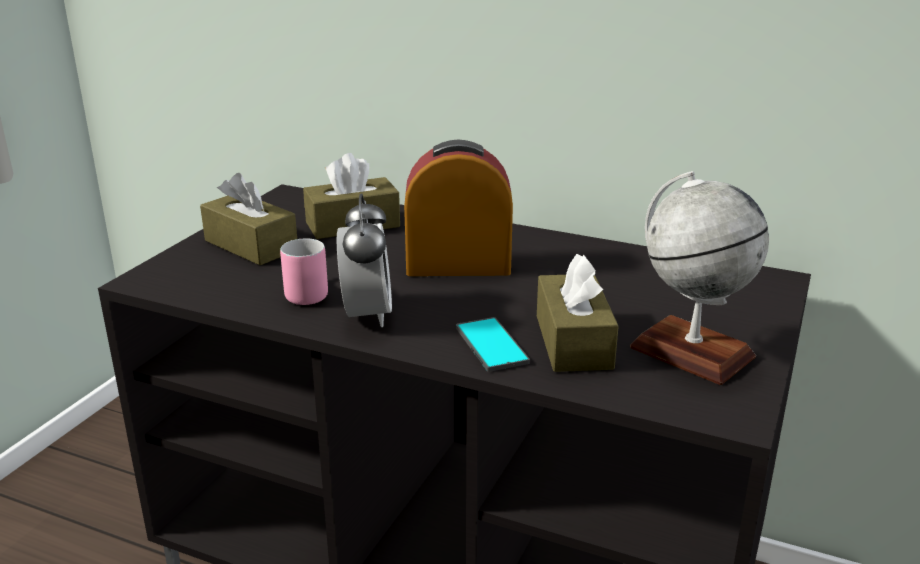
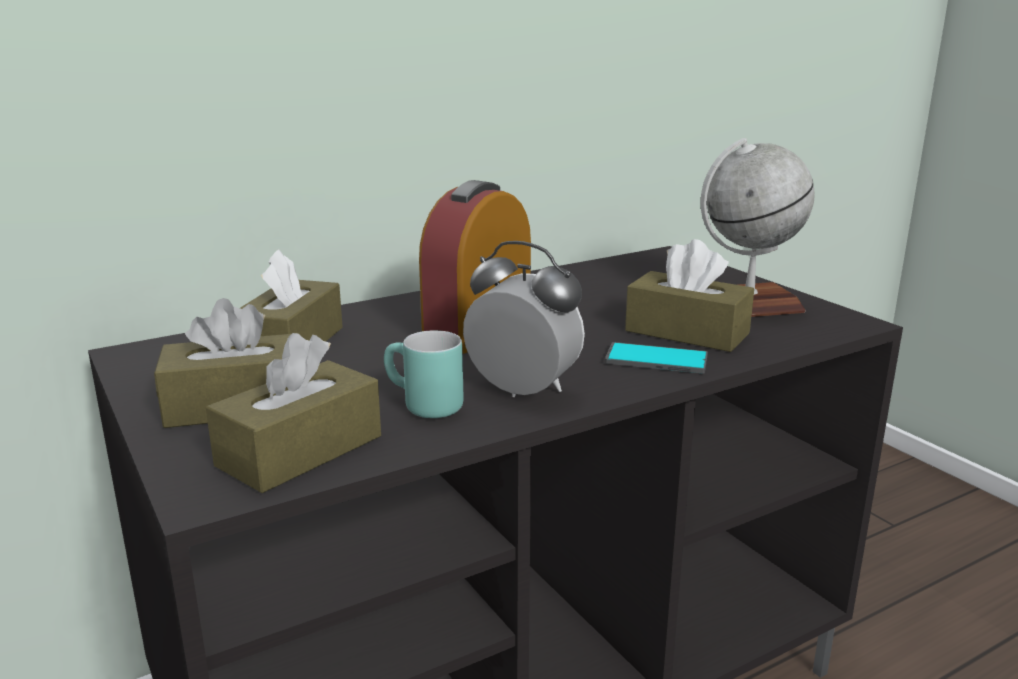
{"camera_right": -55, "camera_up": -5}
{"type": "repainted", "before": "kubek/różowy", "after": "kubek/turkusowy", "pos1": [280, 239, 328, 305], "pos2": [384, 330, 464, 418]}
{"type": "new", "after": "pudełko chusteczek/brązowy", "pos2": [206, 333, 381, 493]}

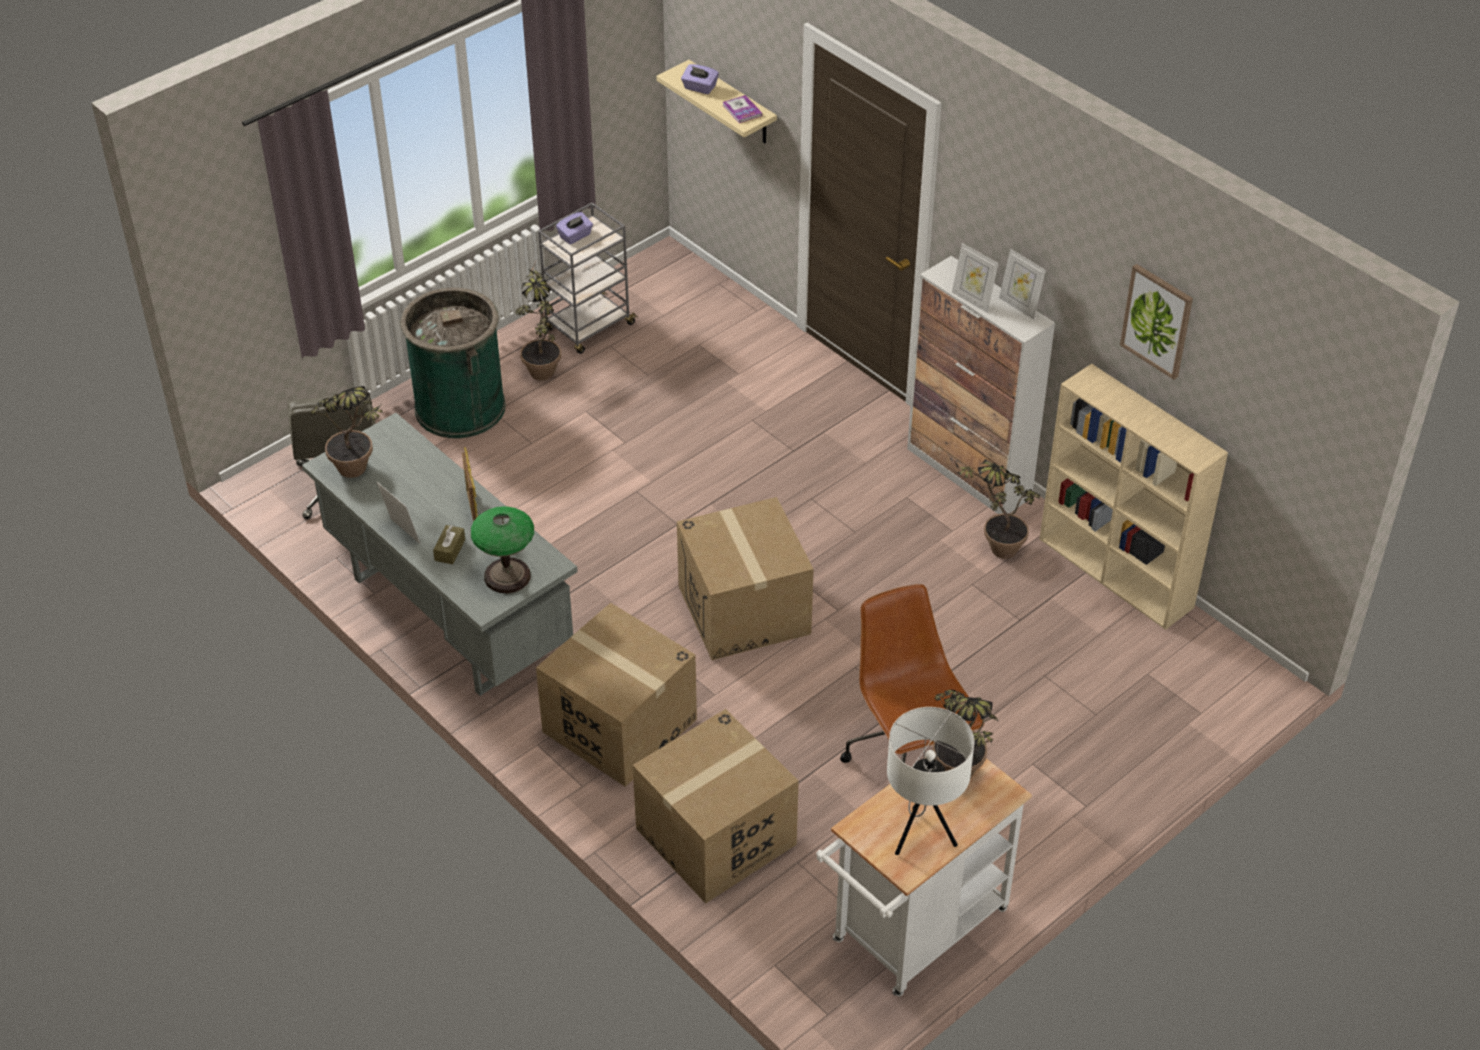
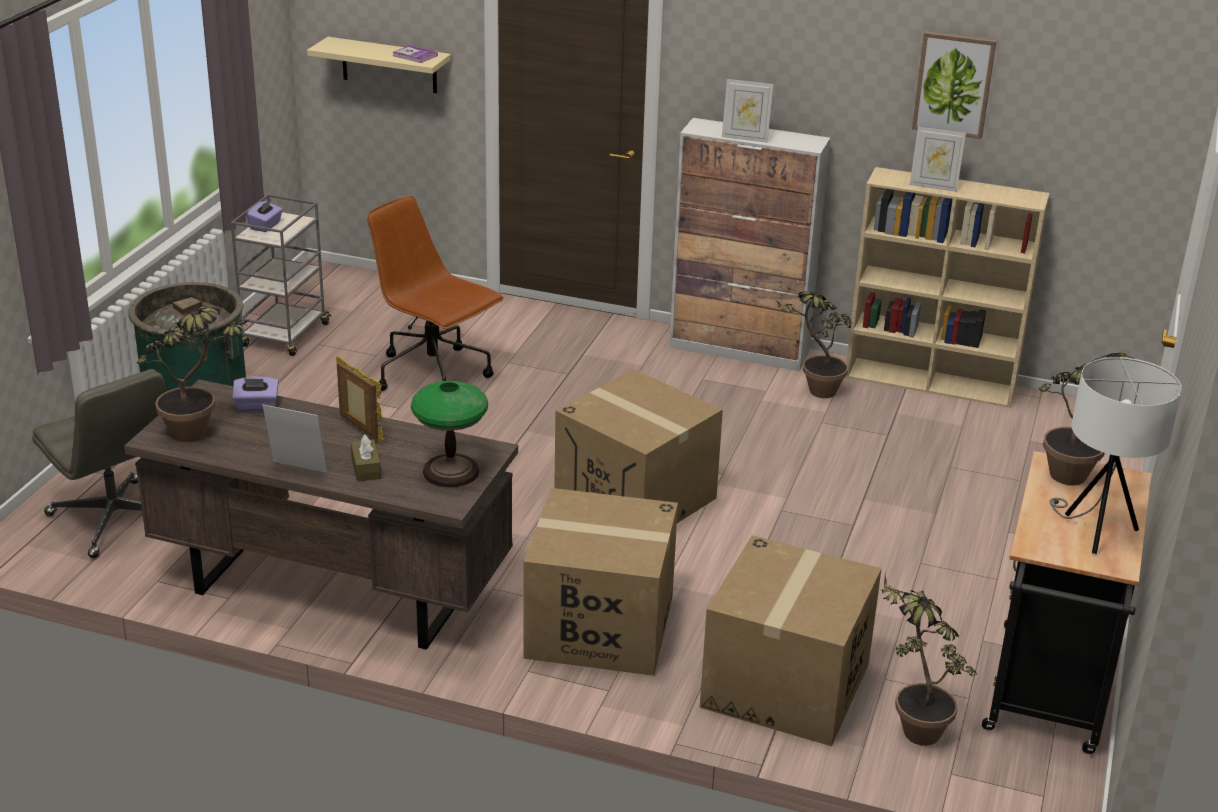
{"camera_right": -30, "camera_up": -15}
{"type": "repainted", "before": "biurko/szary", "after": "biurko/brązowy", "pos1": [302, 413, 578, 696], "pos2": [124, 380, 518, 650]}
{"type": "shifted", "before": "roślina doniczkowa", "pos1": [515, 262, 561, 381], "pos2": [881, 572, 977, 746]}
{"type": "shifted", "before": "pudełko chusteczek/fioletowy", "pos1": [681, 64, 719, 94], "pos2": [232, 377, 279, 411]}
{"type": "repainted", "before": "wózek/biały", "after": "wózek/czarny", "pos1": [816, 757, 1032, 997], "pos2": [982, 451, 1151, 754]}
{"type": "shifted", "before": "krzesło biurowe/brązowy", "pos1": [840, 584, 984, 763], "pos2": [367, 196, 504, 391]}
{"type": "shifted", "before": "ramka na zdjęcie", "pos1": [999, 249, 1046, 320], "pos2": [910, 126, 966, 192]}

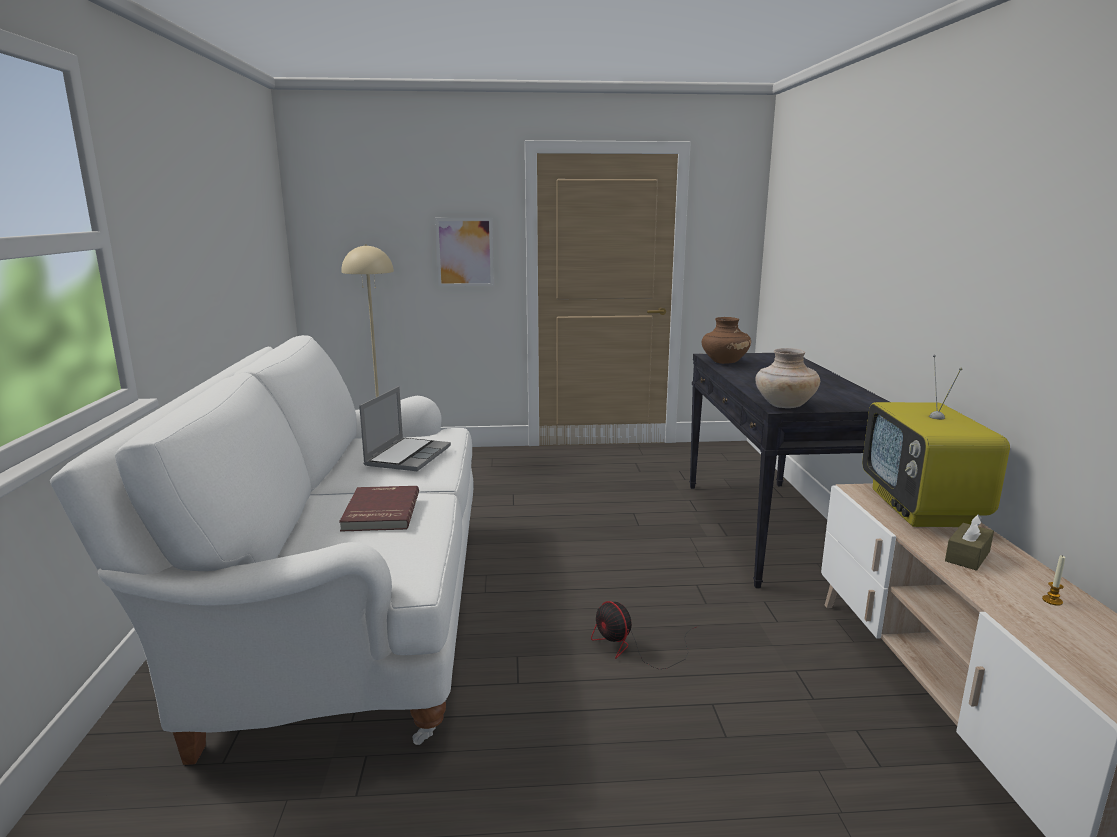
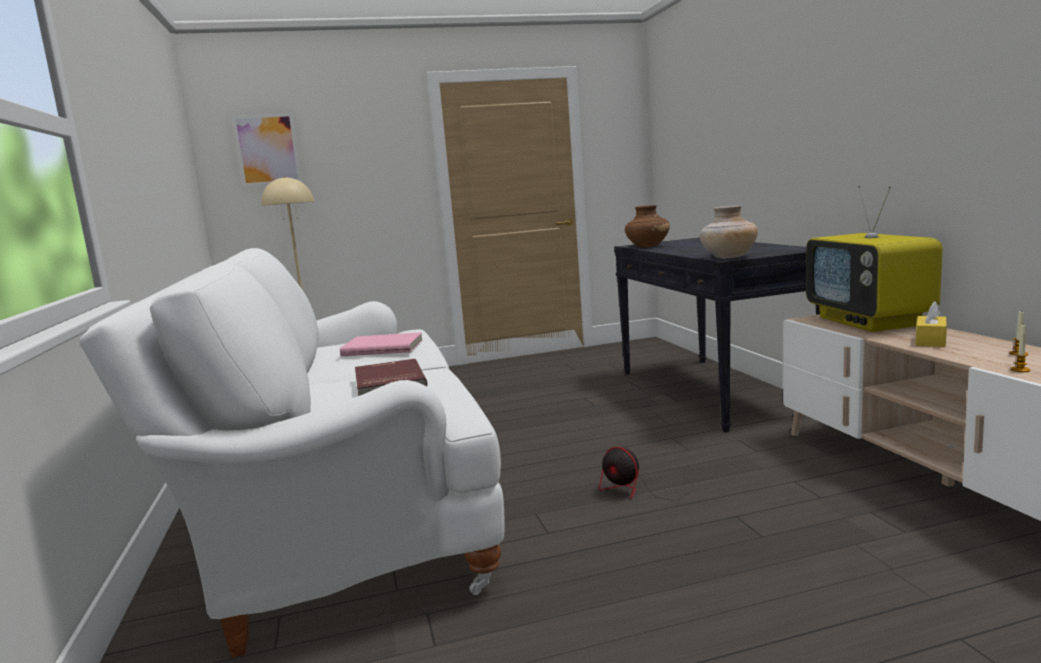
{"camera_right": -10, "camera_up": -5}
{"type": "swapped", "before": "laptop", "after": "książka/różowy", "pos1": [359, 386, 451, 471], "pos2": [340, 332, 423, 356]}
{"type": "shifted", "before": "obraz", "pos1": [435, 218, 494, 287], "pos2": [232, 113, 302, 187]}
{"type": "repainted", "before": "pudełko chusteczek/brązowy", "after": "pudełko chusteczek/żółty", "pos1": [945, 515, 994, 571], "pos2": [916, 301, 947, 347]}
{"type": "new", "after": "świeca", "pos2": [1011, 324, 1030, 372]}

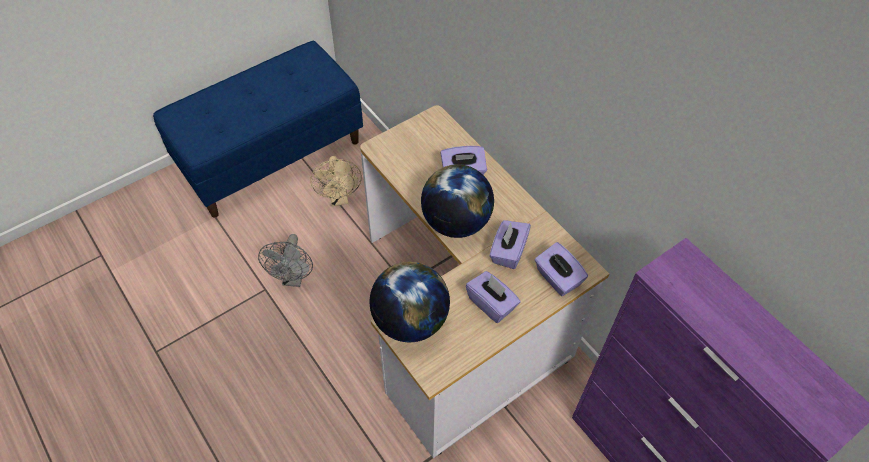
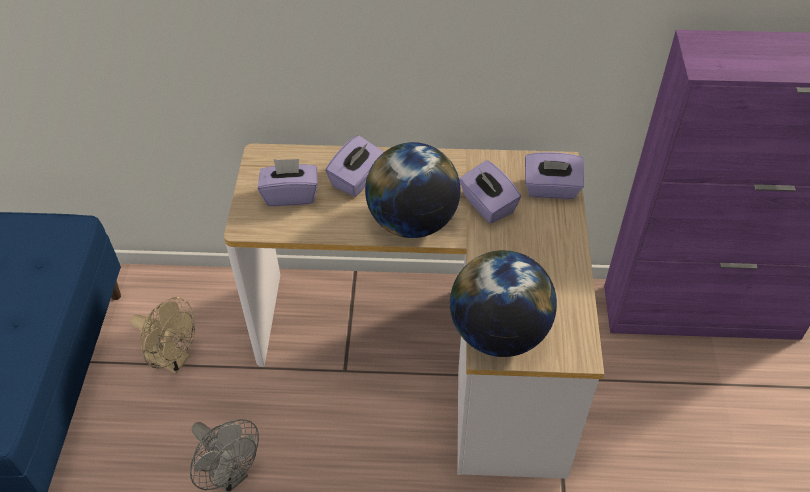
{"camera_right": -50, "camera_up": -5}
{"type": "shifted", "before": "pudełko chusteczek/fioletowy", "pos1": [466, 271, 521, 323], "pos2": [258, 159, 318, 206]}

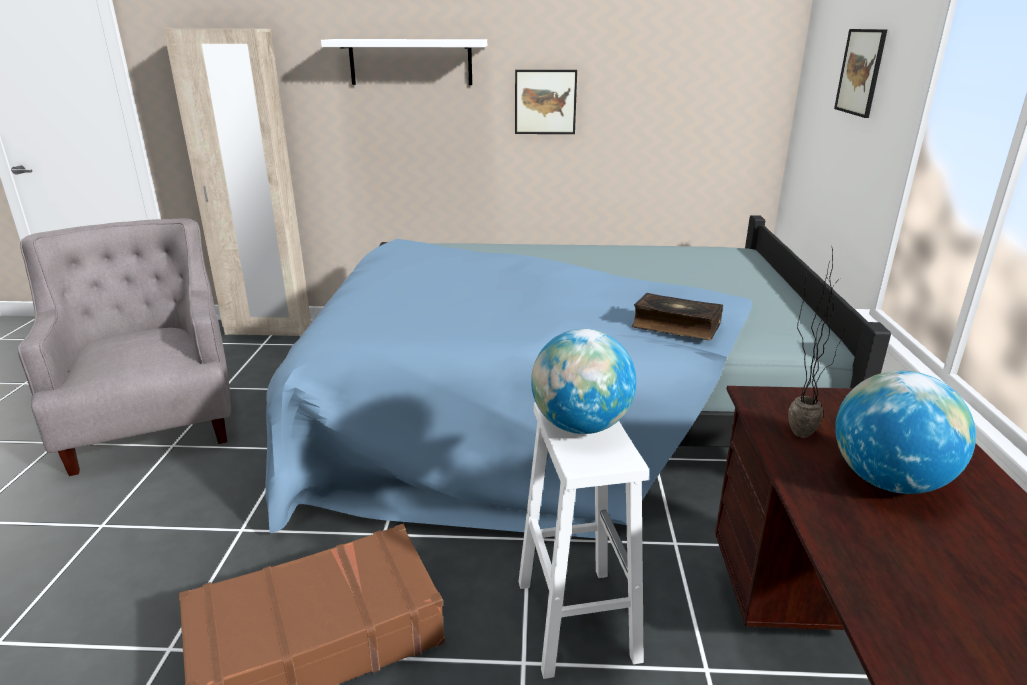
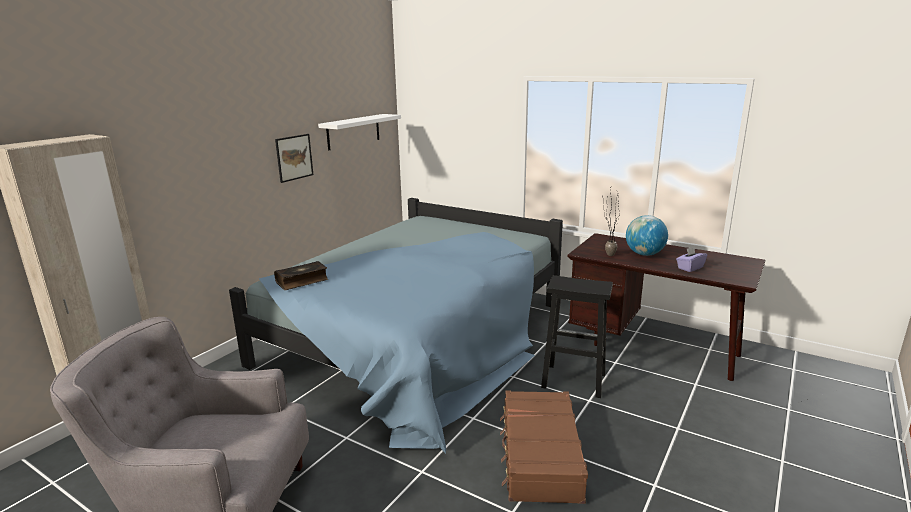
{"camera_right": -60, "camera_up": -5}
{"type": "shifted", "before": "półka/biały", "pos1": [321, 39, 487, 85], "pos2": [318, 114, 401, 150]}
{"type": "repainted", "before": "stołek/biały", "after": "stołek/czarny", "pos1": [518, 402, 649, 679], "pos2": [541, 275, 613, 398]}
{"type": "gone", "before": "globus", "pos1": [531, 329, 636, 434]}
{"type": "shifted", "before": "książka", "pos1": [632, 293, 723, 341], "pos2": [274, 261, 328, 290]}
{"type": "gone", "before": "obraz", "pos1": [834, 29, 887, 118]}
{"type": "new", "after": "pudełko chusteczek/fioletowy", "pos2": [676, 247, 707, 272]}

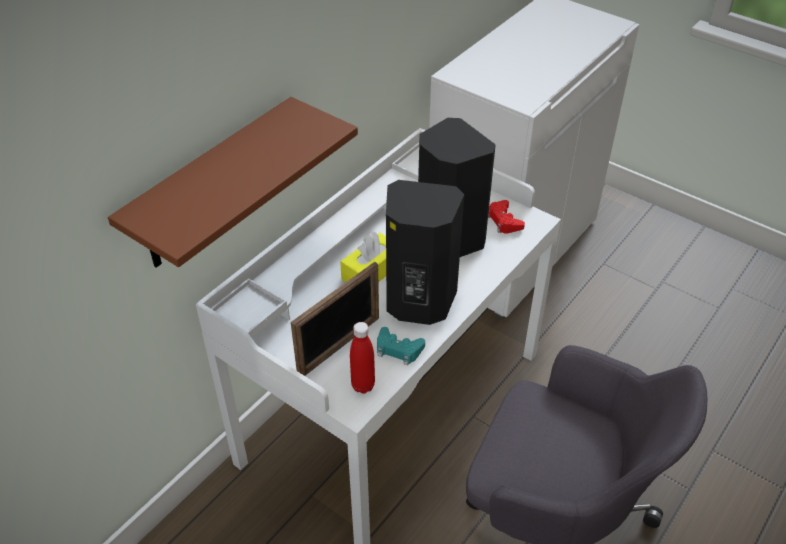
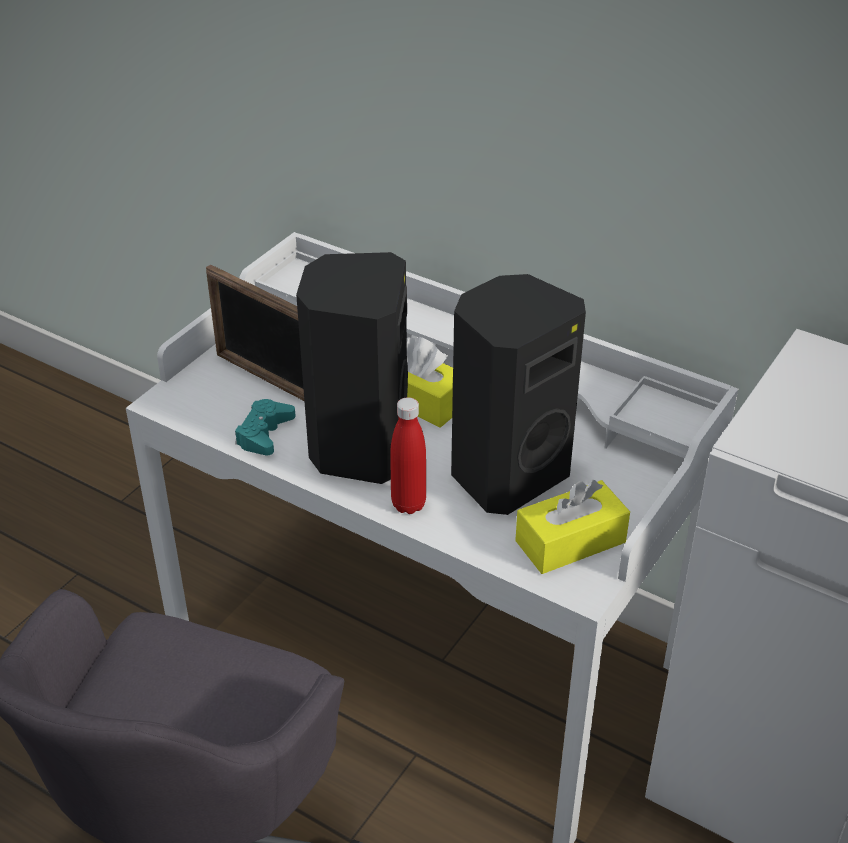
{"camera_right": 85, "camera_up": -5}
{"type": "gone", "before": "półka/brązowy", "pos1": [108, 97, 358, 268]}
{"type": "shifted", "before": "butelka/czerwony", "pos1": [350, 322, 375, 394], "pos2": [390, 397, 426, 514]}
{"type": "swapped", "before": "pad do gier/czerwony", "after": "pudełko chusteczek/żółty", "pos1": [488, 200, 525, 234], "pos2": [515, 480, 630, 574]}

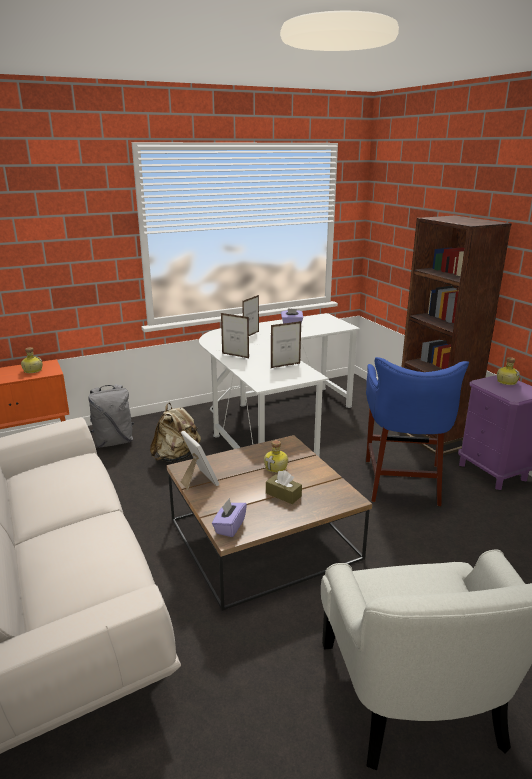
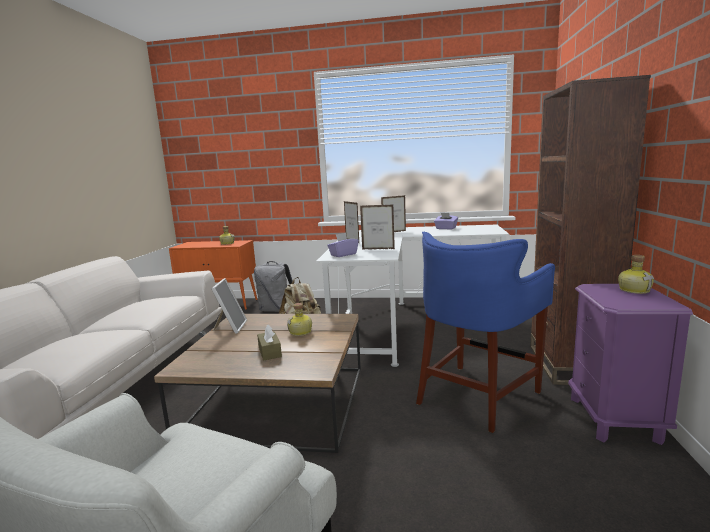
{"camera_right": 35, "camera_up": -10}
{"type": "shifted", "before": "pudełko chusteczek/fioletowy", "pos1": [212, 498, 247, 537], "pos2": [327, 233, 359, 257]}

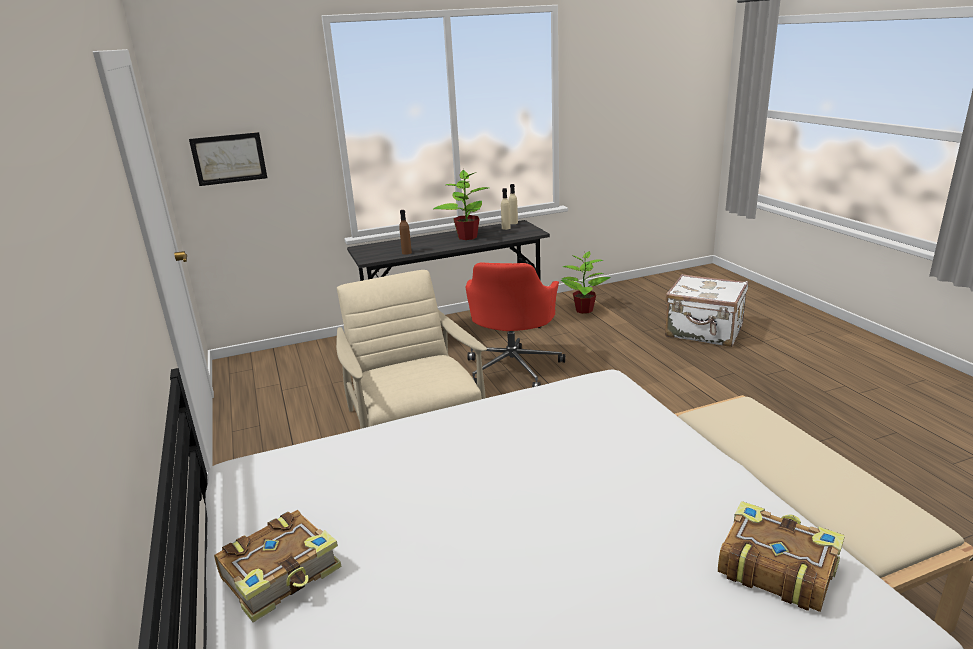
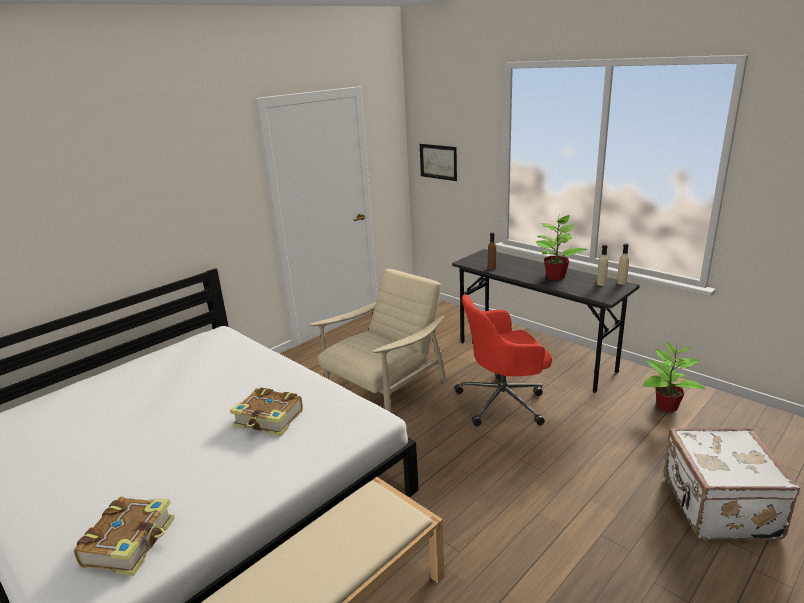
{"camera_right": 65, "camera_up": 0}
{"type": "shifted", "before": "książka", "pos1": [214, 510, 342, 622], "pos2": [230, 387, 303, 437]}

